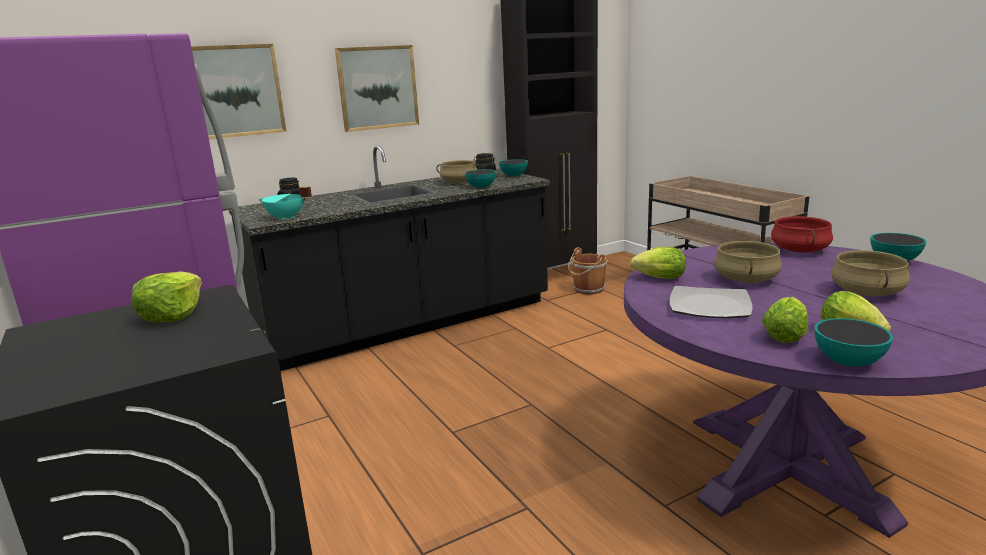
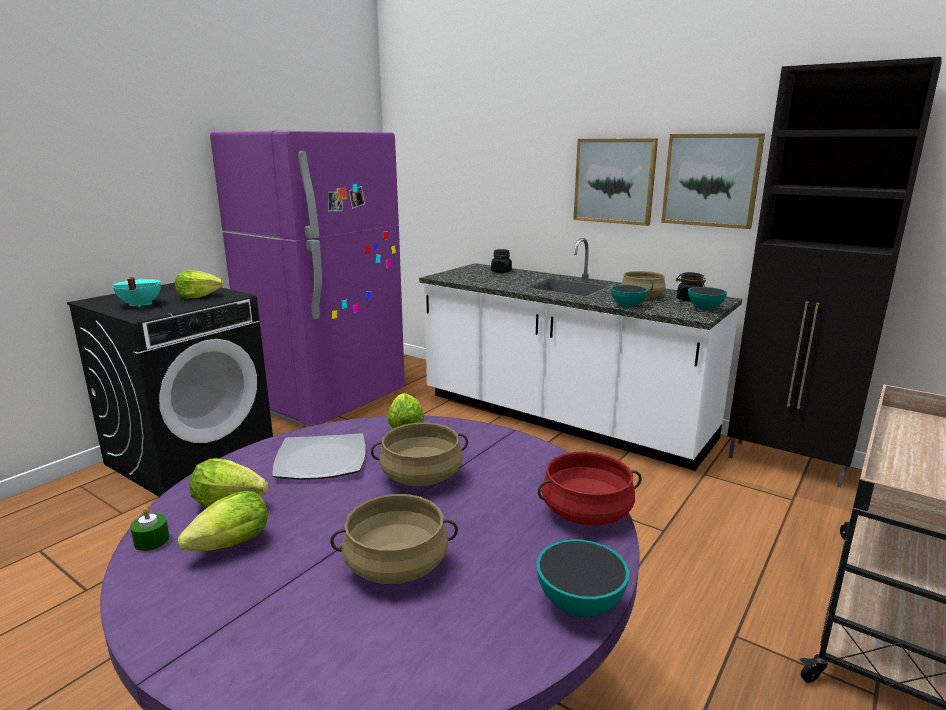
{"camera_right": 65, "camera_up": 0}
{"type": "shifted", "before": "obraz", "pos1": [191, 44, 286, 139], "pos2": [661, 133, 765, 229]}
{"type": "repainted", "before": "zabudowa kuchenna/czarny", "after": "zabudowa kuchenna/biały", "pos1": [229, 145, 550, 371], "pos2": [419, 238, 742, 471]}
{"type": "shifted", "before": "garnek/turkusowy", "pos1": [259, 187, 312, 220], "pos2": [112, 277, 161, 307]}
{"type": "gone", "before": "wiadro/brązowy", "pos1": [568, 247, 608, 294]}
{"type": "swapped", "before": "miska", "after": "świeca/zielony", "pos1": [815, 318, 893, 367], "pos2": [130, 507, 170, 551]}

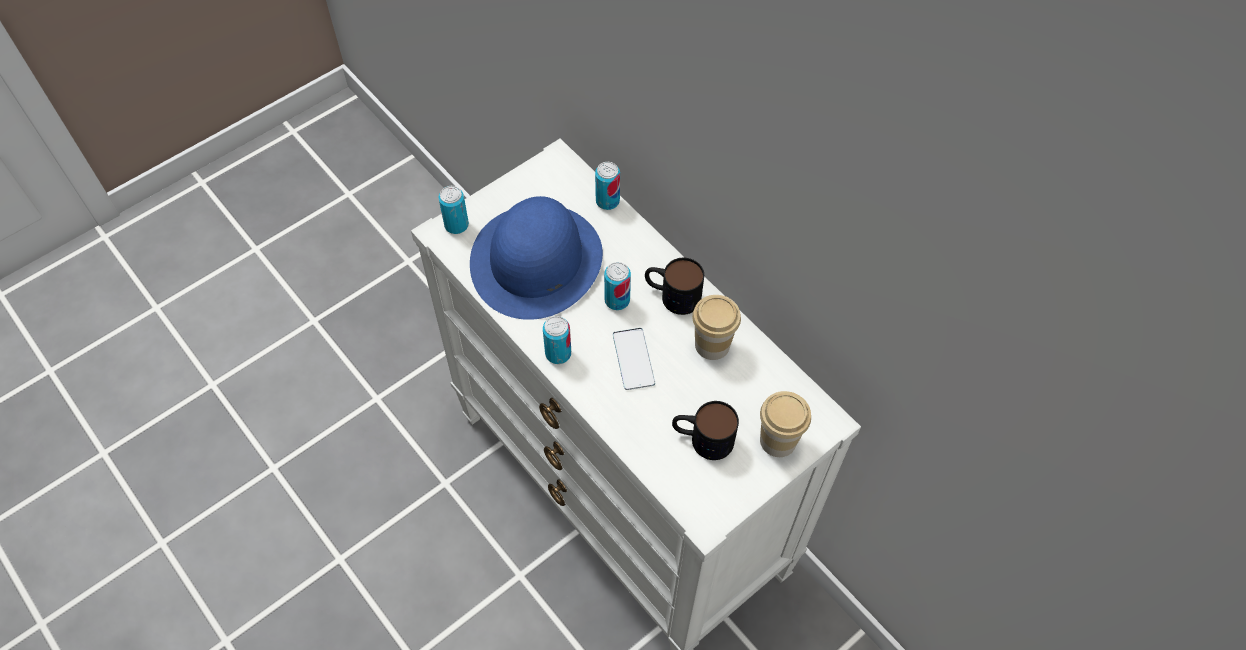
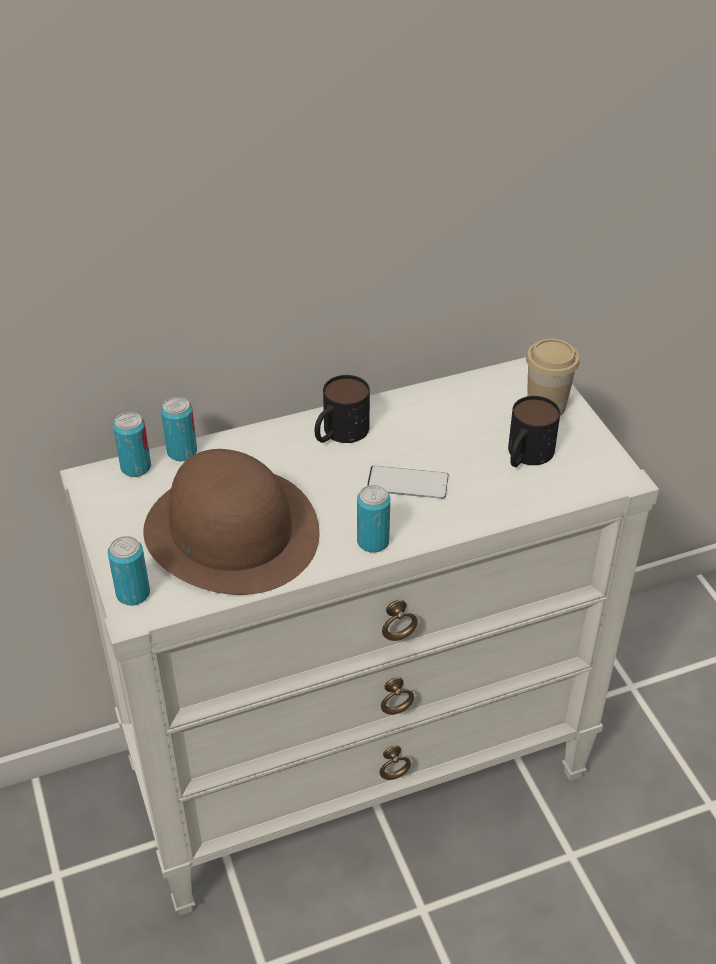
{"camera_right": -70, "camera_up": -15}
{"type": "repainted", "before": "kapelusz/niebieski", "after": "kapelusz/brązowy", "pos1": [470, 196, 603, 320], "pos2": [143, 449, 320, 595]}
{"type": "shifted", "before": "puszka", "pos1": [604, 262, 631, 310], "pos2": [113, 412, 151, 477]}
{"type": "gone", "before": "filiżanka", "pos1": [692, 295, 741, 360]}

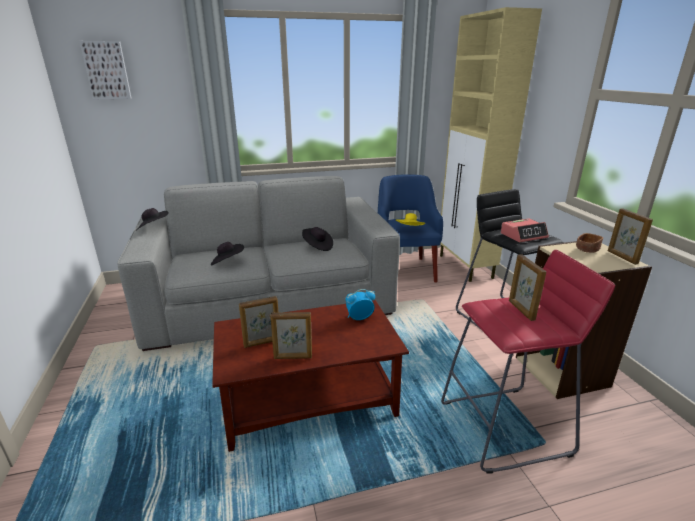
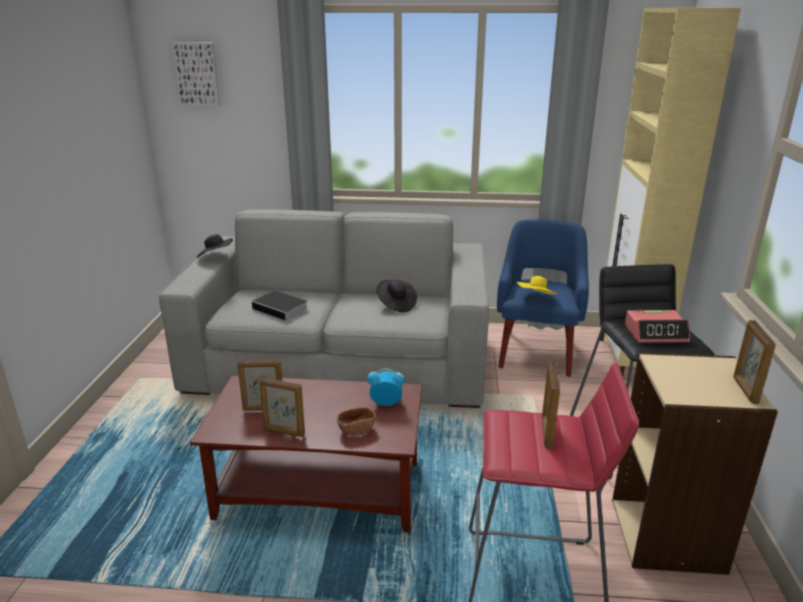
{"camera_right": 20, "camera_up": 0}
{"type": "swapped", "before": "kapelusz/czarny", "after": "książka", "pos1": [211, 242, 244, 265], "pos2": [252, 291, 308, 322]}
{"type": "shifted", "before": "miska/brązowy", "pos1": [576, 233, 603, 253], "pos2": [337, 407, 376, 436]}

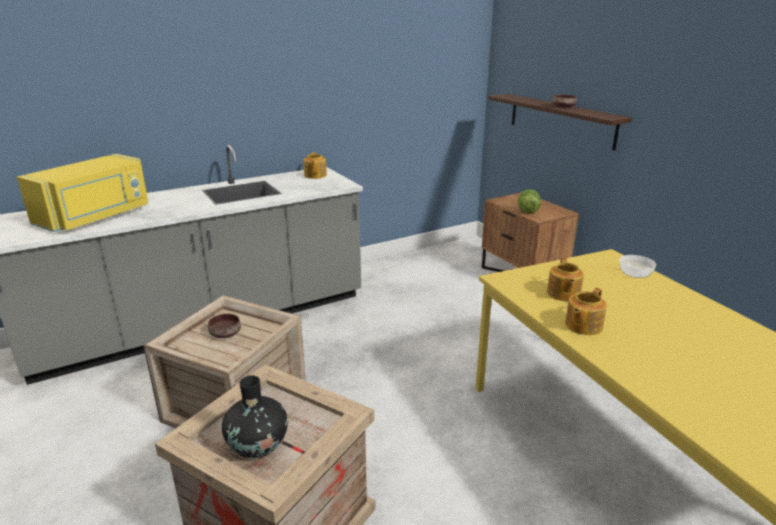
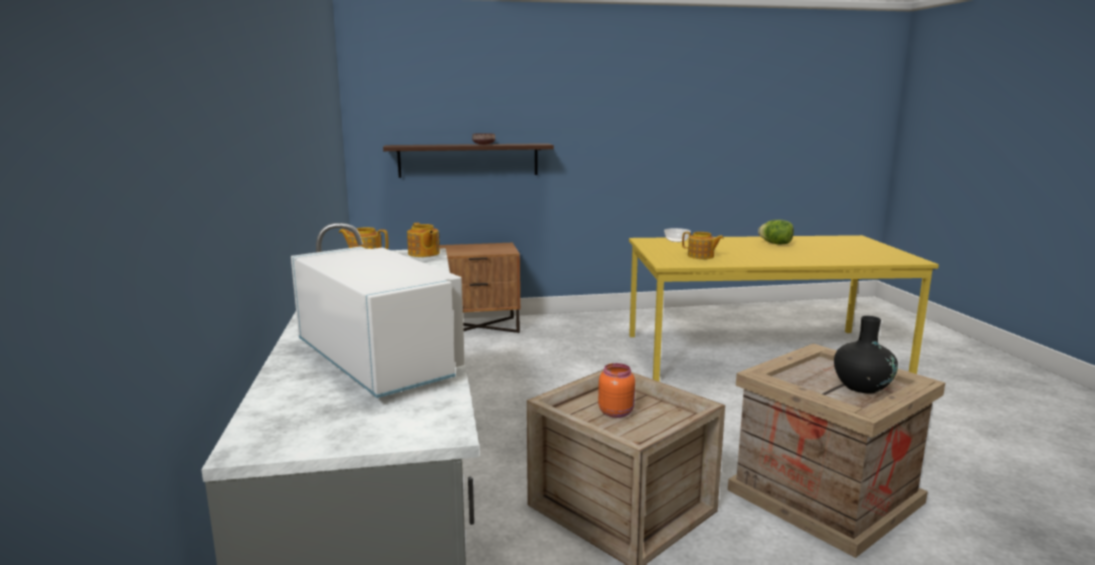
{"camera_right": -70, "camera_up": -10}
{"type": "repainted", "before": "mikrofalówka/żółty", "after": "mikrofalówka/biały", "pos1": [17, 154, 148, 232], "pos2": [291, 247, 465, 398]}
{"type": "swapped", "before": "miska/brązowy", "after": "słoik/pomarańczowy", "pos1": [208, 314, 241, 338], "pos2": [598, 363, 635, 418]}
{"type": "shifted", "before": "sałata", "pos1": [518, 189, 541, 213], "pos2": [758, 220, 794, 245]}
{"type": "shifted", "before": "imbryk", "pos1": [565, 288, 607, 335], "pos2": [407, 223, 440, 257]}

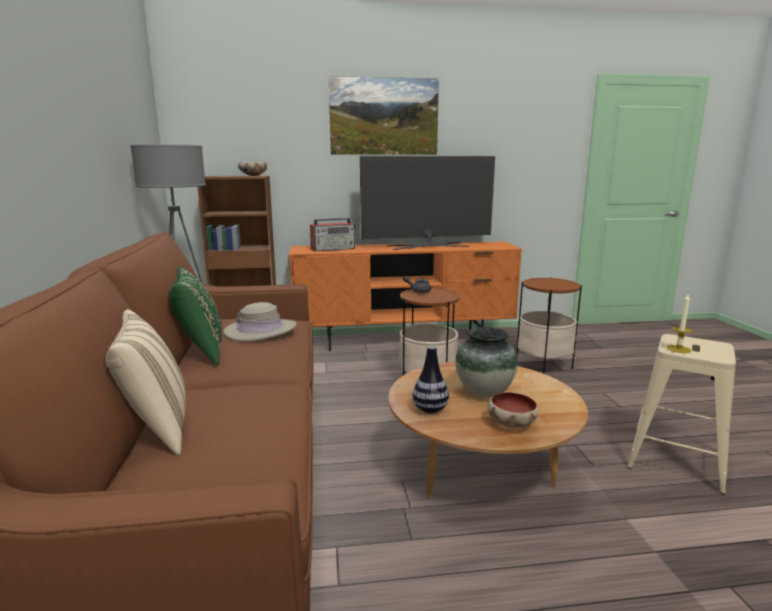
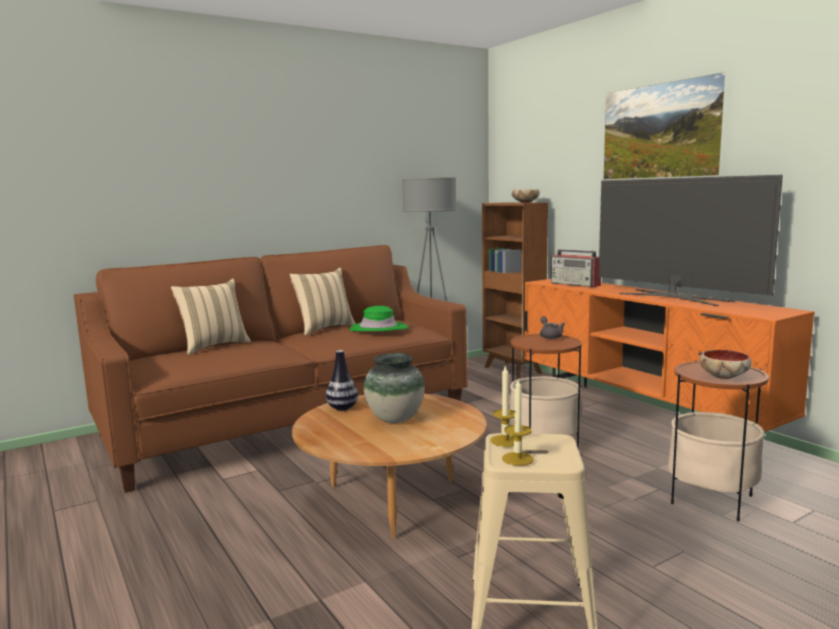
{"camera_right": 65, "camera_up": -5}
{"type": "repainted", "before": "poduszka/zielony", "after": "poduszka/beżowy", "pos1": [168, 266, 222, 365], "pos2": [289, 268, 356, 336]}
{"type": "repainted", "before": "kapelusz/beżowy", "after": "kapelusz/zielony", "pos1": [224, 302, 297, 342], "pos2": [349, 306, 408, 331]}
{"type": "shifted", "before": "miska", "pos1": [488, 392, 539, 428], "pos2": [700, 350, 751, 379]}
{"type": "new", "after": "świeca", "pos2": [502, 379, 534, 466]}

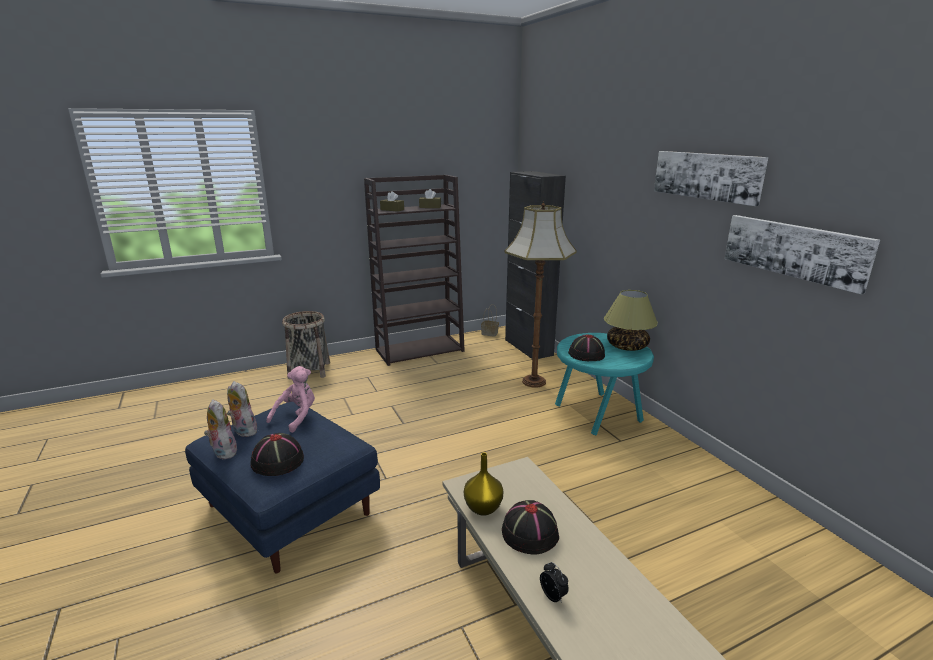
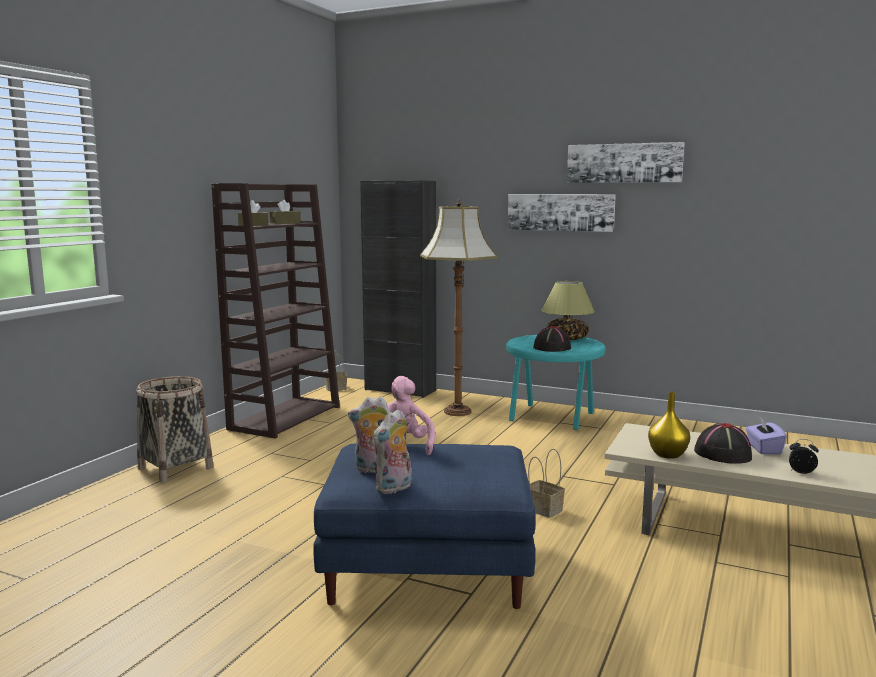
{"camera_right": -40, "camera_up": -10}
{"type": "rotated", "before": "pluszak", "pos1": [204, 399, 237, 459], "pos2": [373, 409, 412, 494], "turn": -60}
{"type": "gone", "before": "kapelusz/czarny", "pos1": [251, 433, 304, 476]}
{"type": "shifted", "before": "obraz", "pos1": [724, 215, 880, 294], "pos2": [508, 194, 616, 232]}
{"type": "new", "after": "koszyk", "pos2": [528, 449, 565, 518]}
{"type": "new", "after": "pudełko chusteczek/fioletowy", "pos2": [746, 417, 787, 455]}

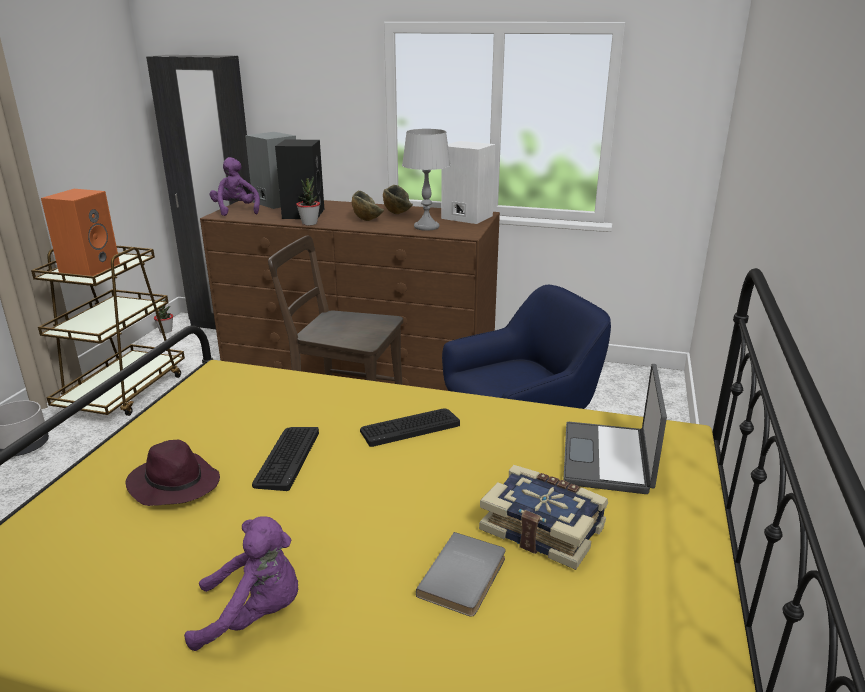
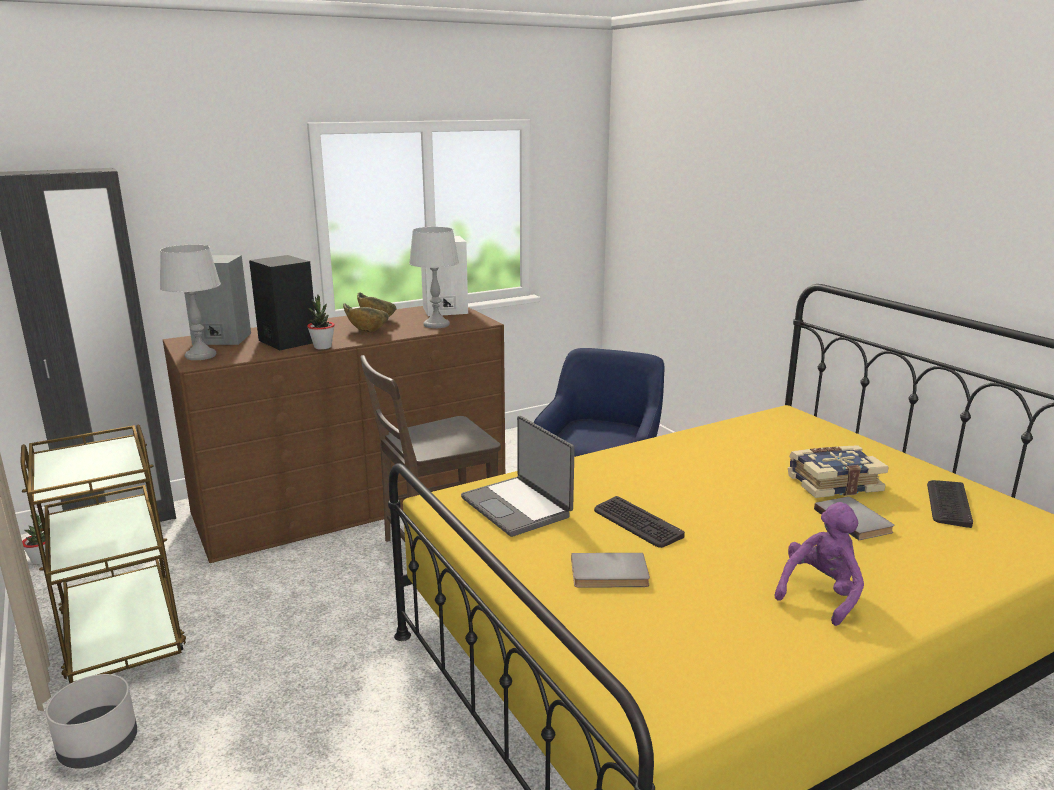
{"camera_right": -45, "camera_up": -5}
{"type": "gone", "before": "głośnik/pomarańczowy", "pos1": [41, 189, 120, 276]}
{"type": "swapped", "before": "kapelusz/fioletowy", "after": "książka/szary", "pos1": [125, 440, 220, 506], "pos2": [571, 553, 650, 588]}
{"type": "swapped", "before": "pluszak/fioletowy", "after": "lampa stołowa/szary", "pos1": [210, 157, 260, 216], "pos2": [160, 245, 221, 360]}
{"type": "shifted", "before": "klawiatura", "pos1": [360, 409, 460, 447], "pos2": [927, 480, 973, 528]}
{"type": "shifted", "before": "laptop", "pos1": [563, 364, 667, 494], "pos2": [461, 416, 575, 537]}

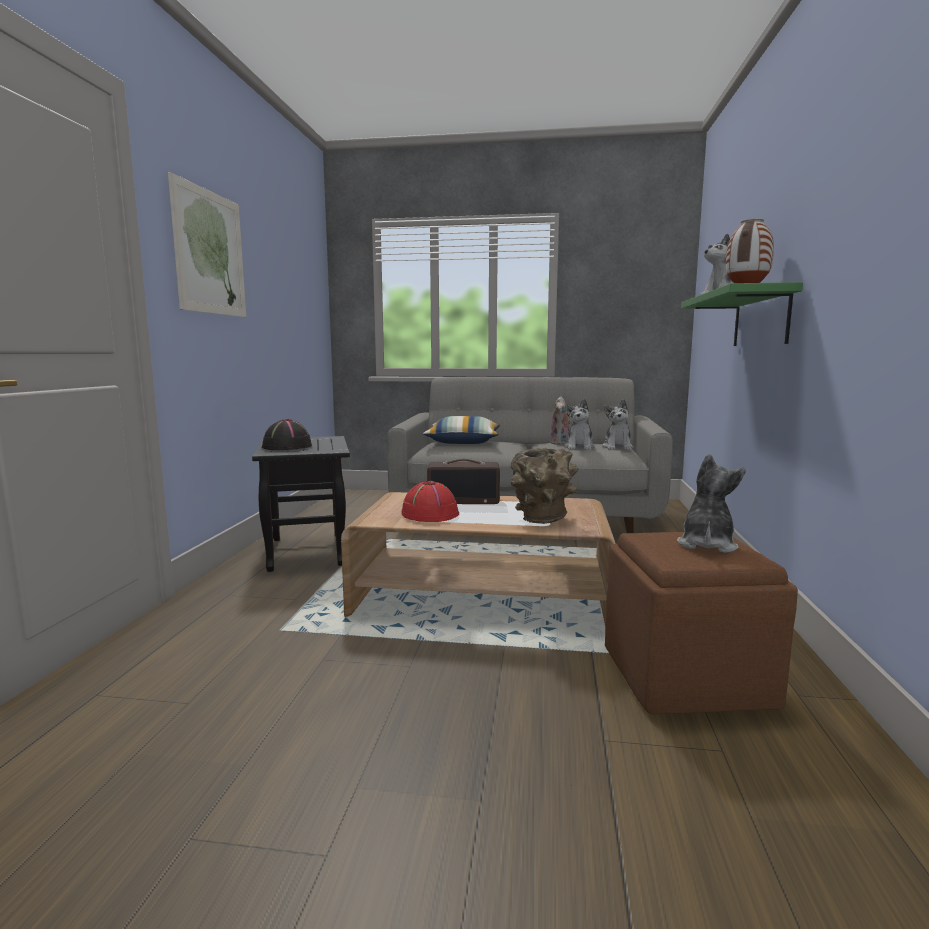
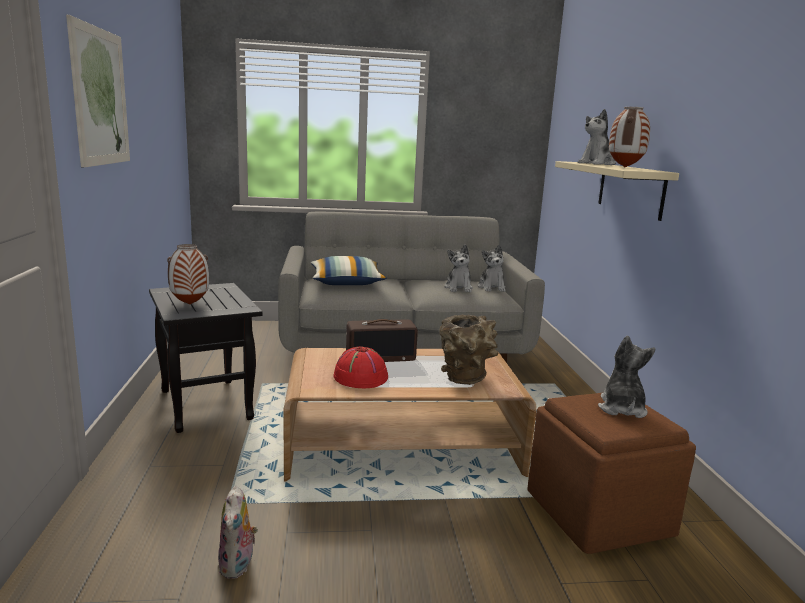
{"camera_right": -15, "camera_up": 5}
{"type": "swapped", "before": "kapelusz/czarny", "after": "wazon", "pos1": [261, 419, 312, 450], "pos2": [167, 244, 209, 304]}
{"type": "shifted", "before": "pluszak", "pos1": [550, 396, 572, 445], "pos2": [218, 486, 258, 579]}
{"type": "repainted", "before": "półka/zielony", "after": "półka/beżowy", "pos1": [681, 282, 803, 346], "pos2": [555, 161, 679, 221]}

